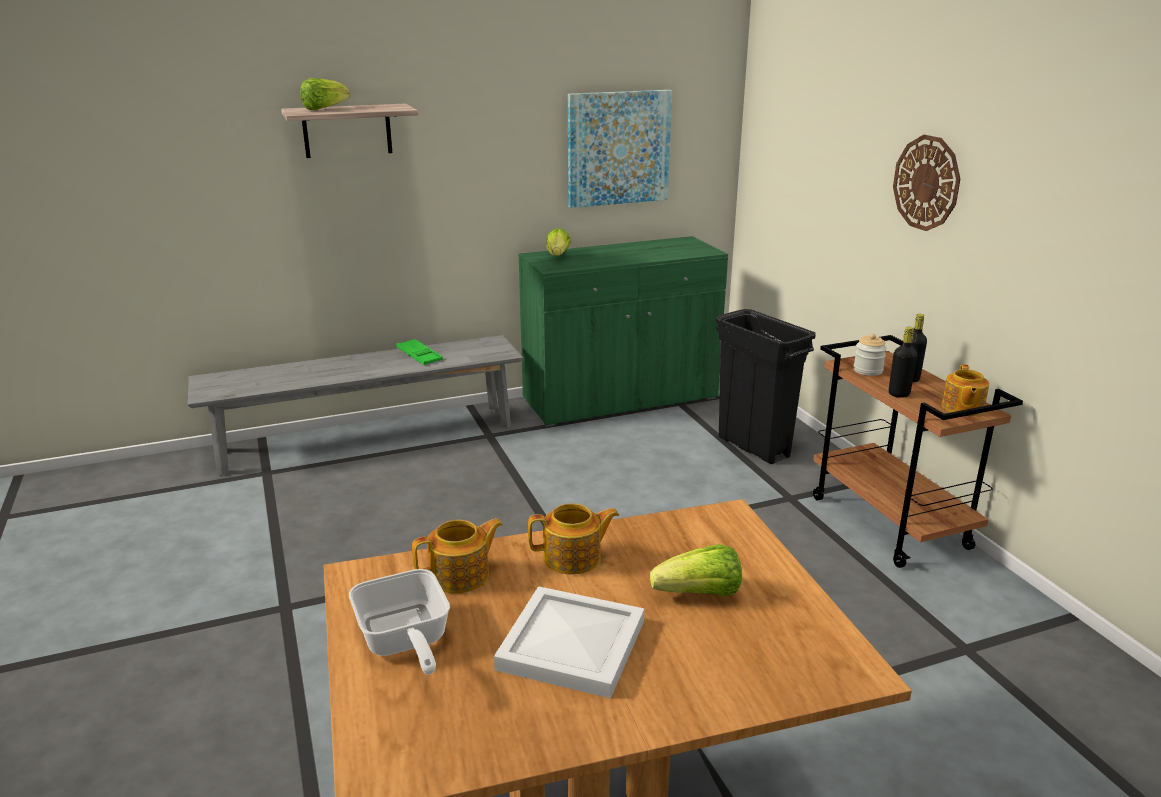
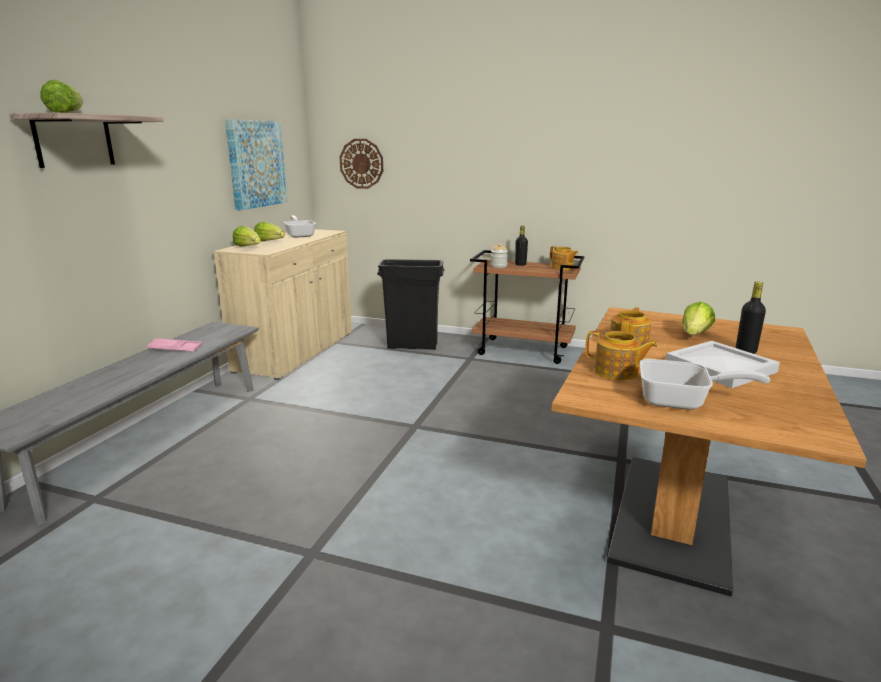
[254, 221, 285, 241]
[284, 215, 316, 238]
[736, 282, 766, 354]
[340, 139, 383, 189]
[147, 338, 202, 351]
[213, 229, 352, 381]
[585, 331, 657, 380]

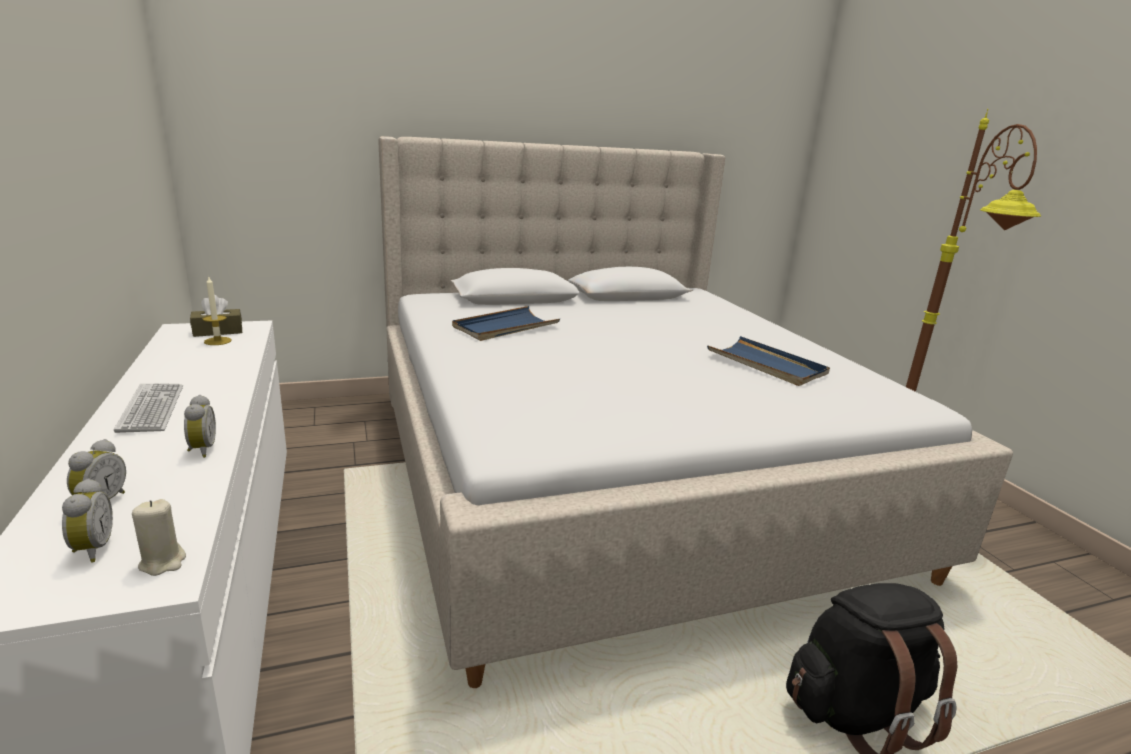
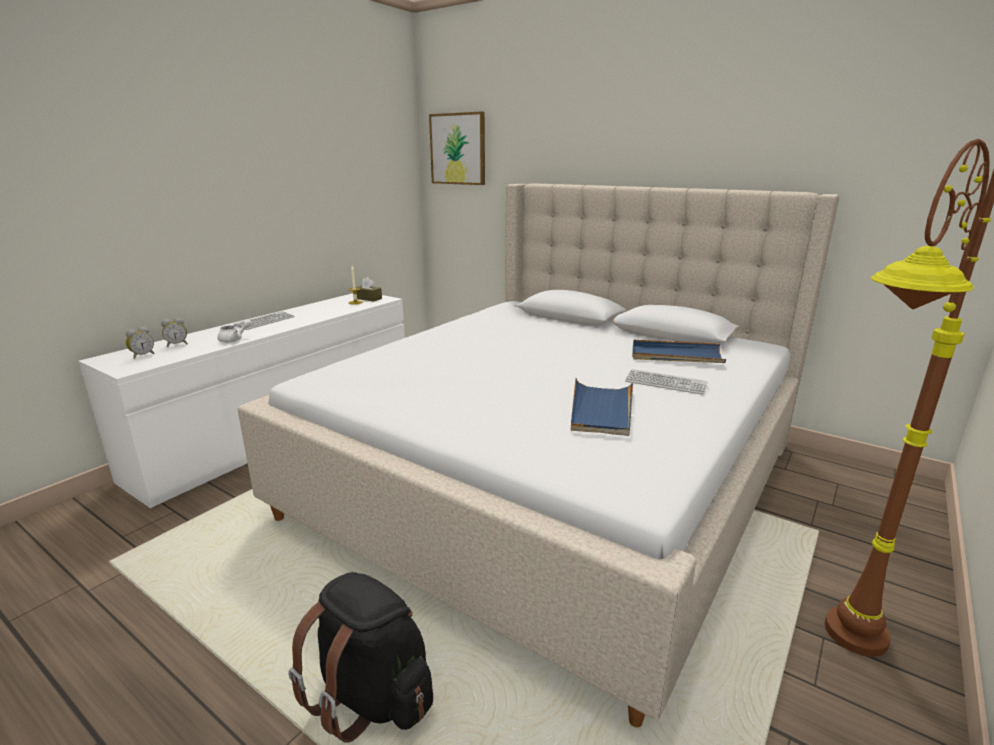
[132, 499, 186, 576] (first image)
[429, 111, 485, 185]
[625, 369, 708, 395]
[632, 340, 726, 363]
[217, 320, 252, 342]

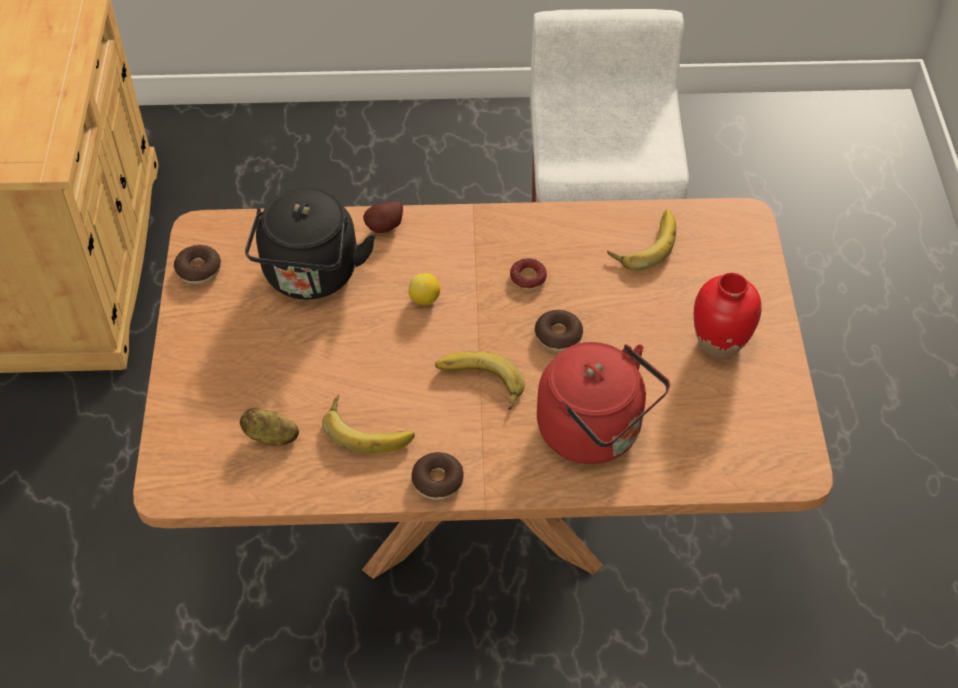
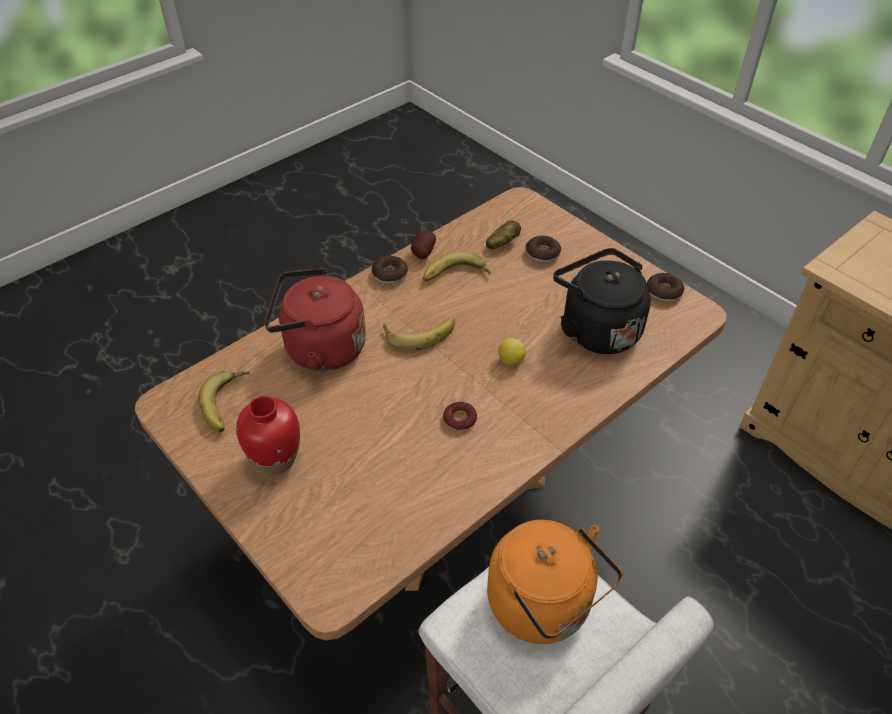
[487, 520, 623, 644]
[411, 231, 436, 259]
[526, 236, 561, 263]
[198, 371, 249, 432]

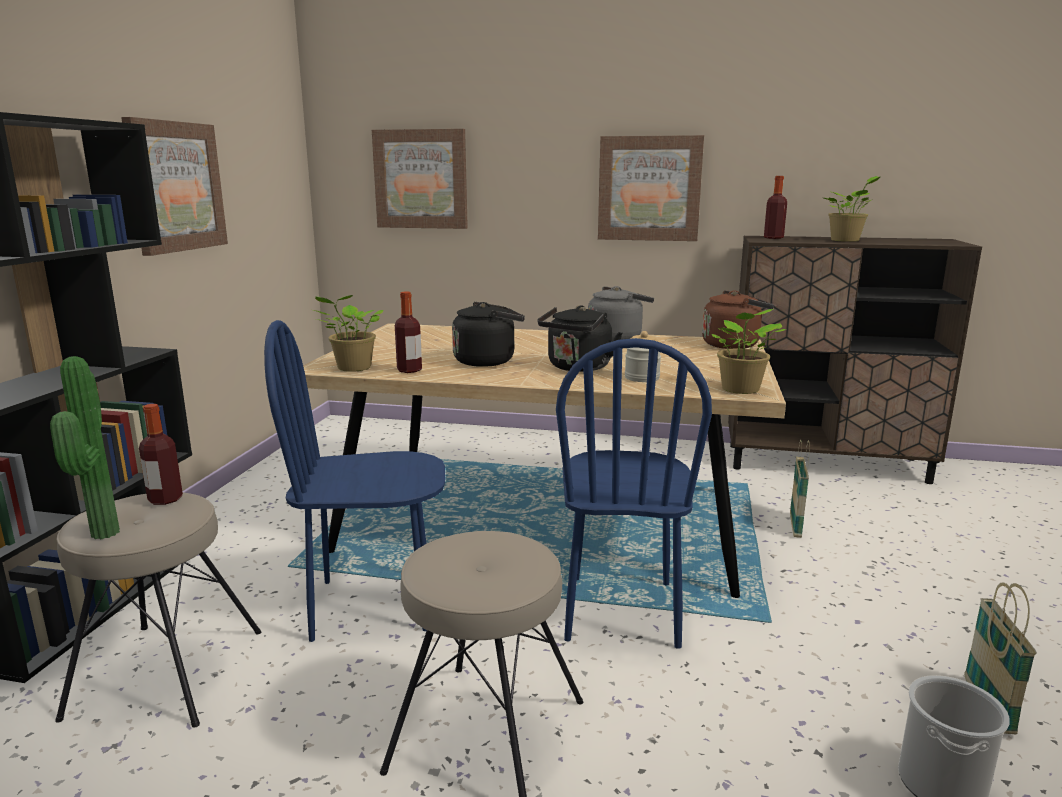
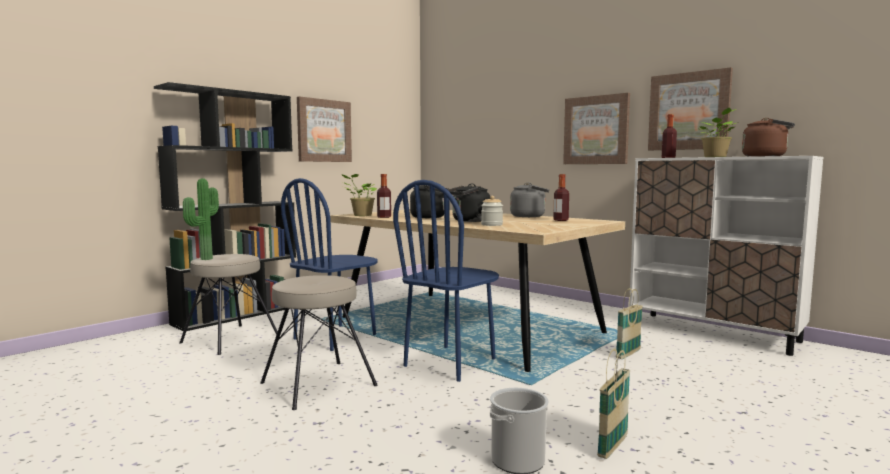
[711, 309, 787, 394] (first image)
[553, 174, 569, 221]
[648, 67, 733, 150]
[742, 118, 795, 157]
[629, 156, 823, 356]
[281, 178, 378, 351]

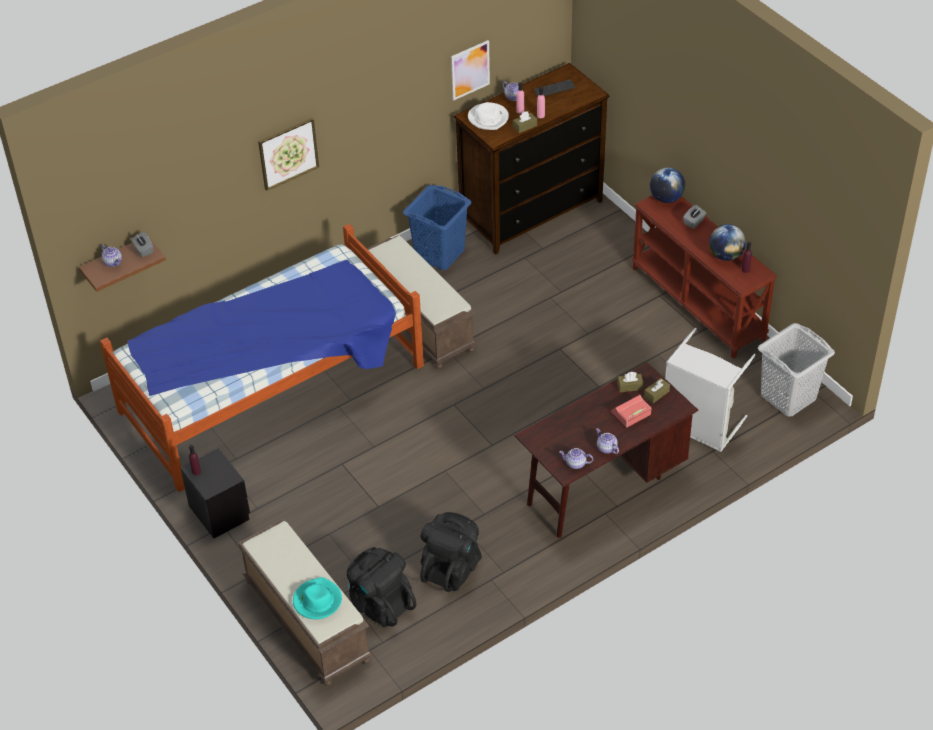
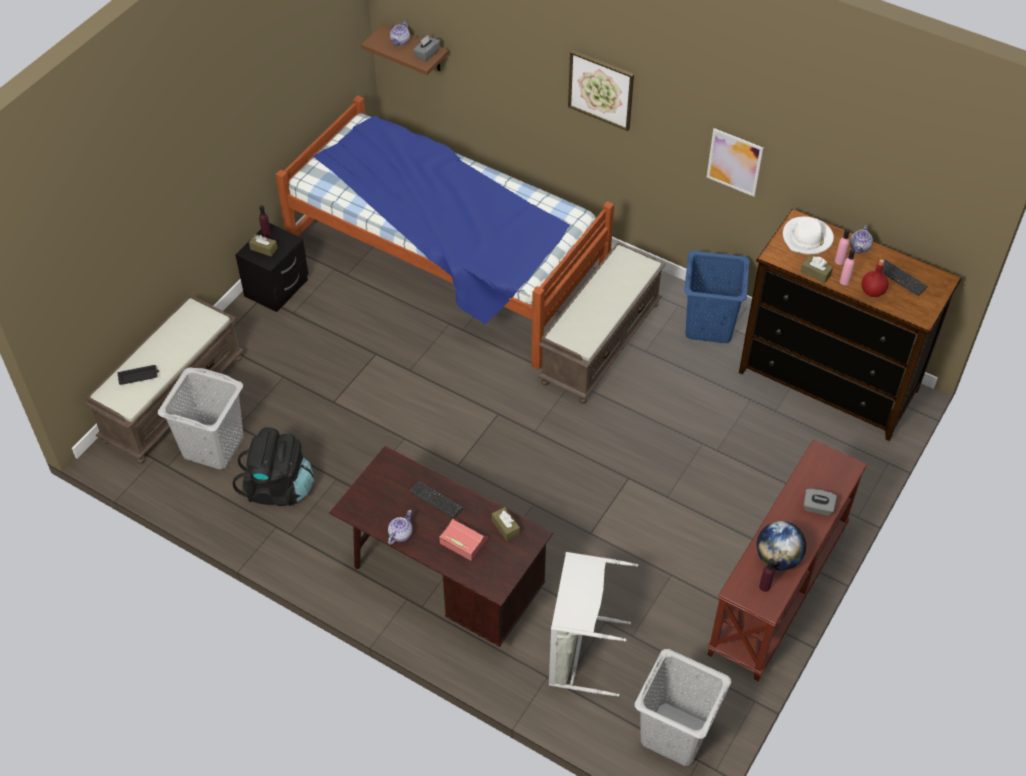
[559, 448, 593, 469] (first image)
[650, 168, 685, 203] (first image)
[409, 481, 463, 518]
[862, 259, 889, 297]
[707, 128, 764, 197]
[249, 234, 277, 256]
[118, 365, 159, 385]
[158, 367, 244, 469]

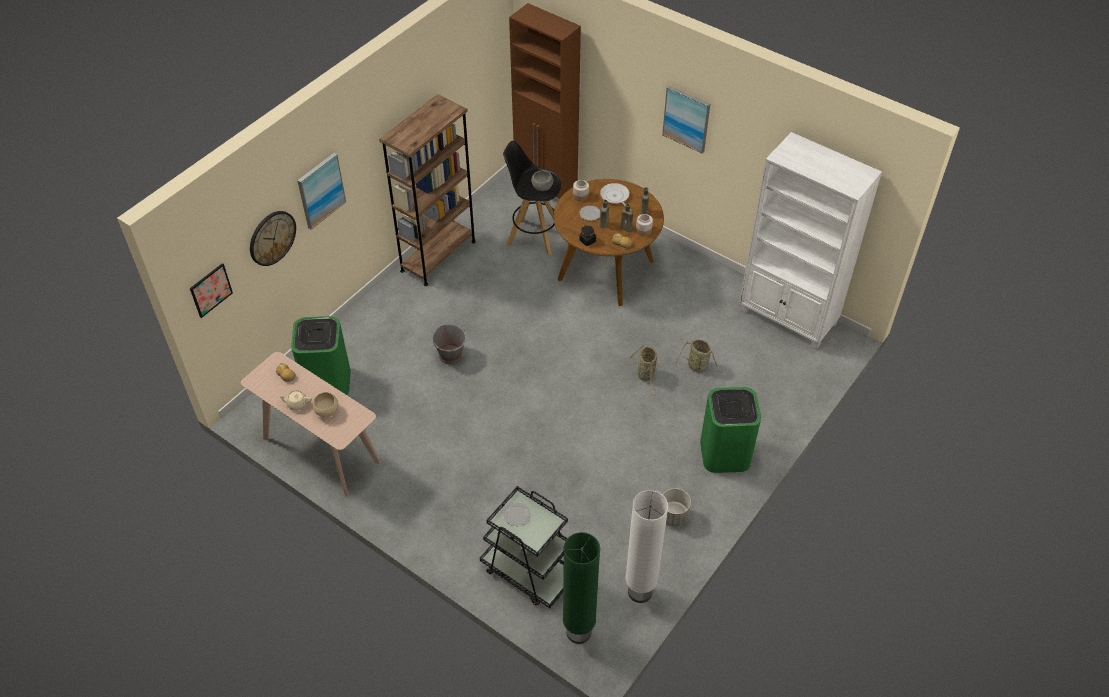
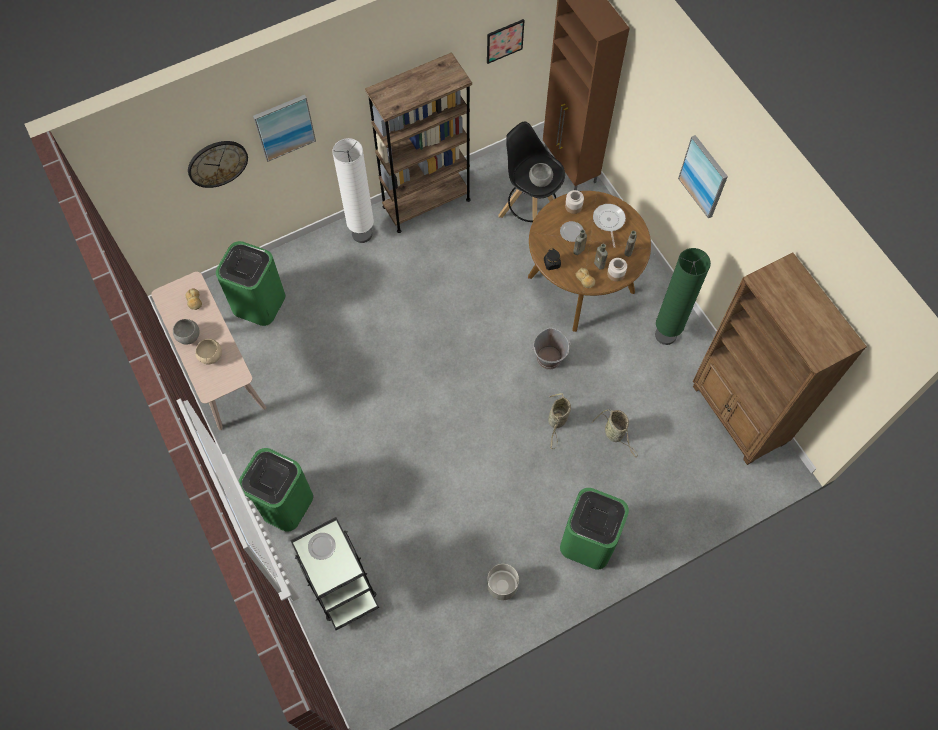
[238, 448, 313, 532]
[487, 19, 525, 64]
[532, 328, 571, 370]
[655, 248, 711, 345]
[332, 138, 374, 243]
[173, 319, 200, 345]
[693, 253, 867, 465]

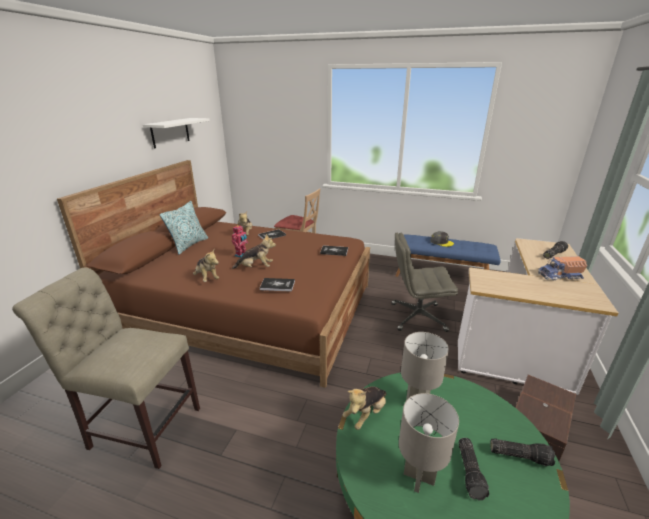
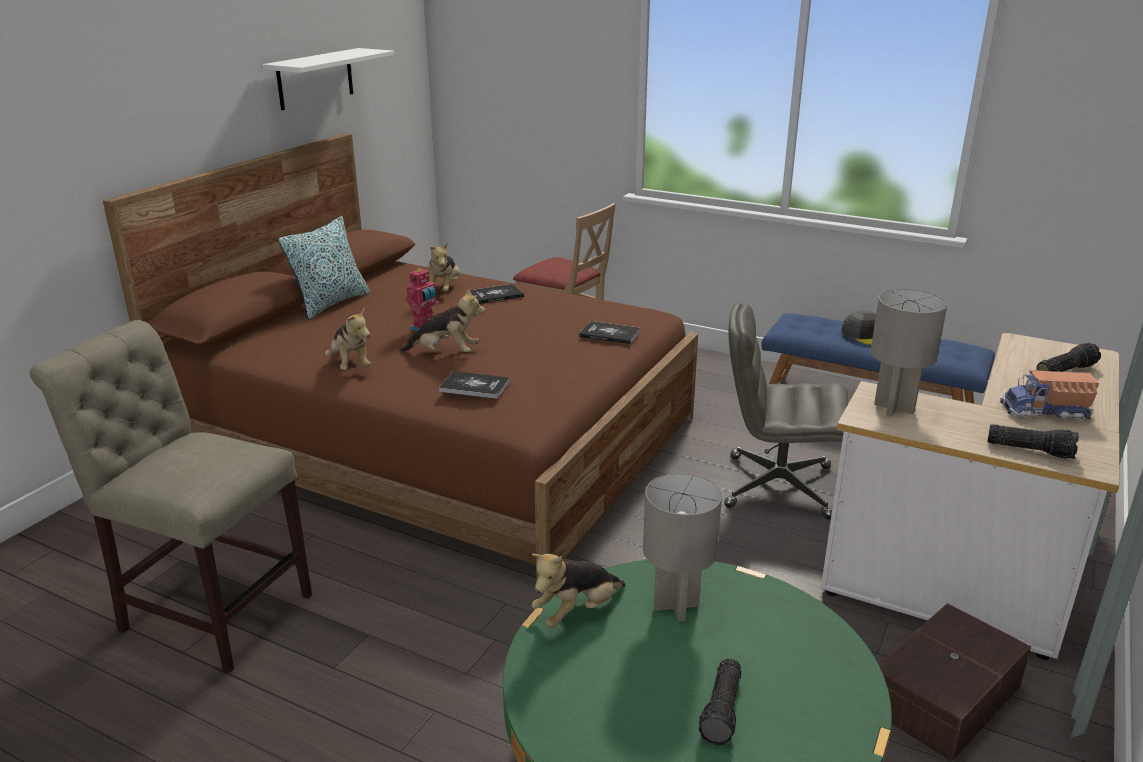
[871, 289, 947, 417]
[987, 425, 1079, 459]

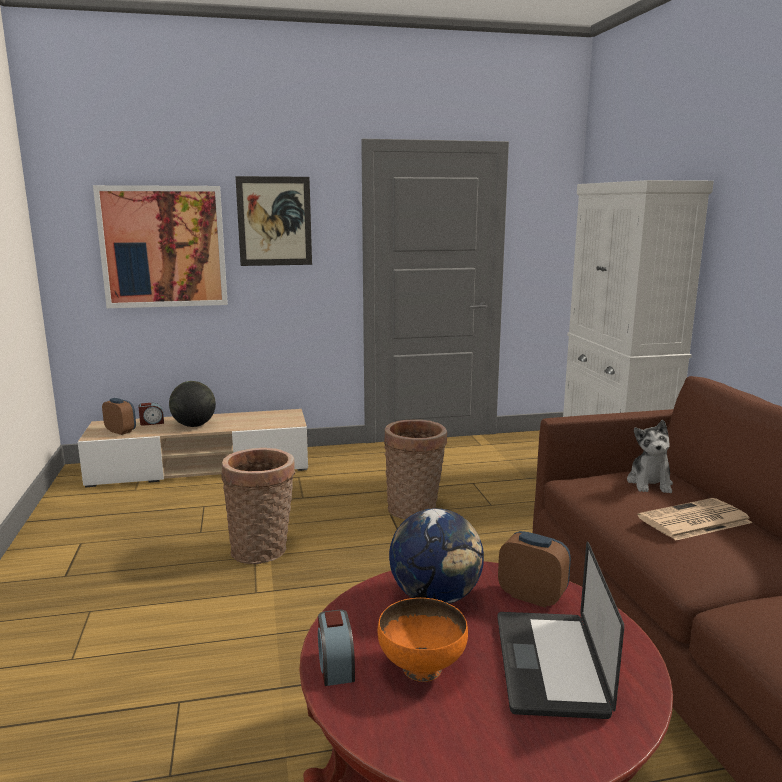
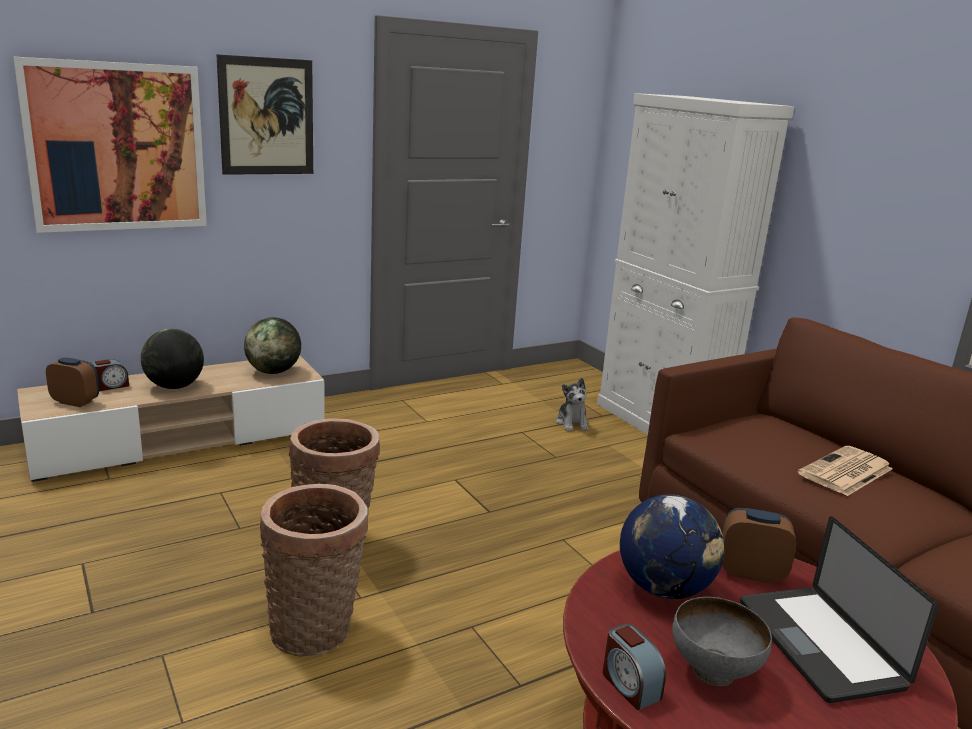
[244, 318, 301, 374]
[260, 484, 368, 657]
[556, 378, 589, 431]
[672, 597, 772, 686]

